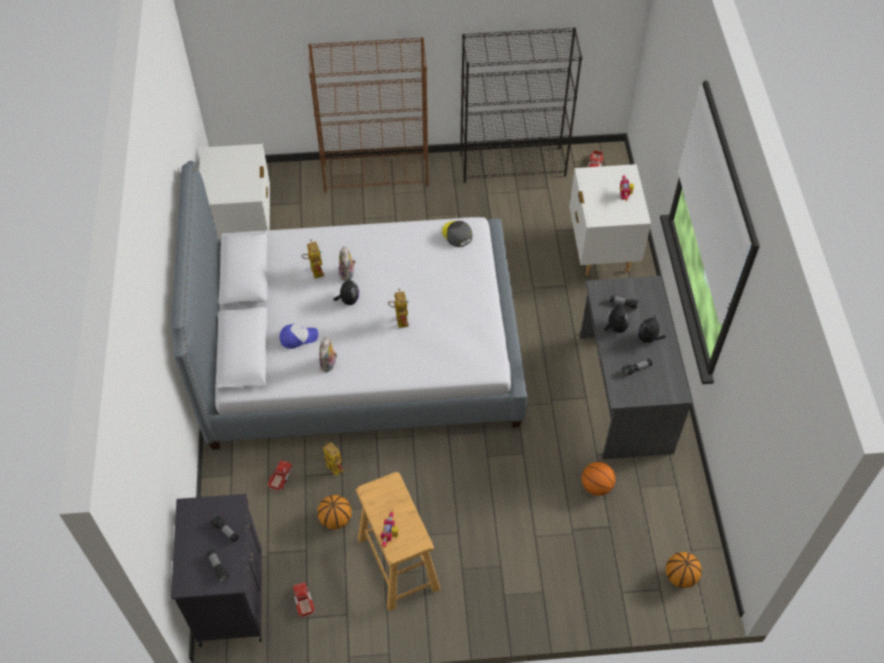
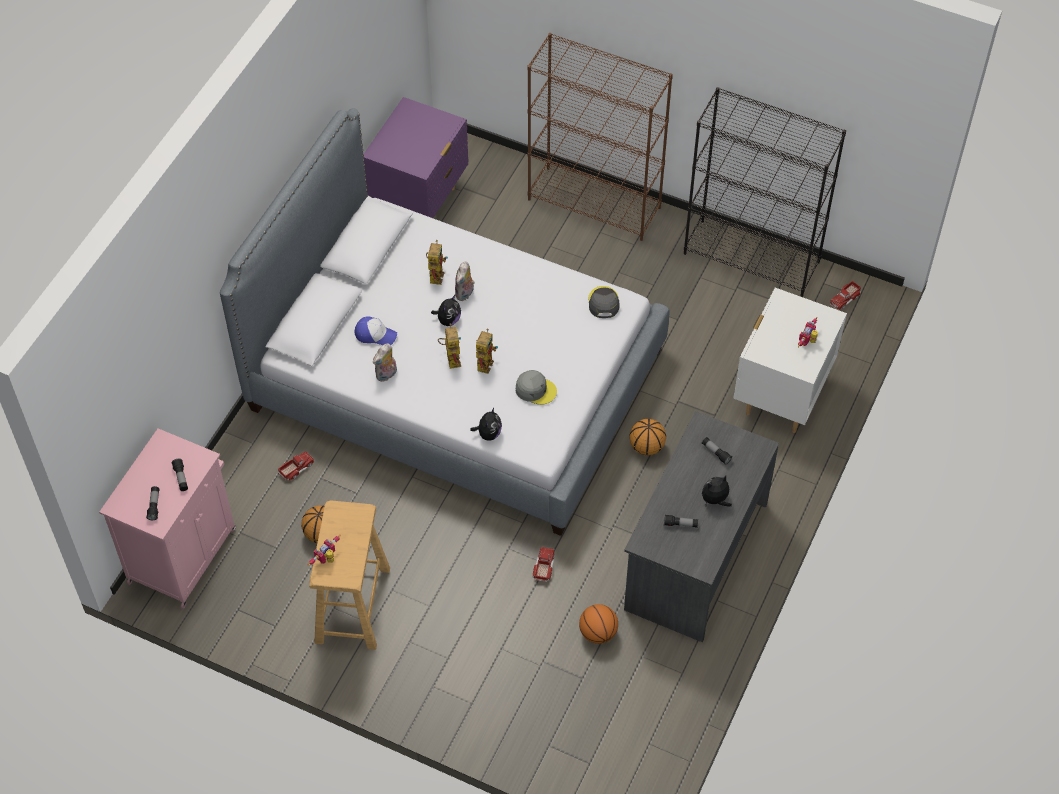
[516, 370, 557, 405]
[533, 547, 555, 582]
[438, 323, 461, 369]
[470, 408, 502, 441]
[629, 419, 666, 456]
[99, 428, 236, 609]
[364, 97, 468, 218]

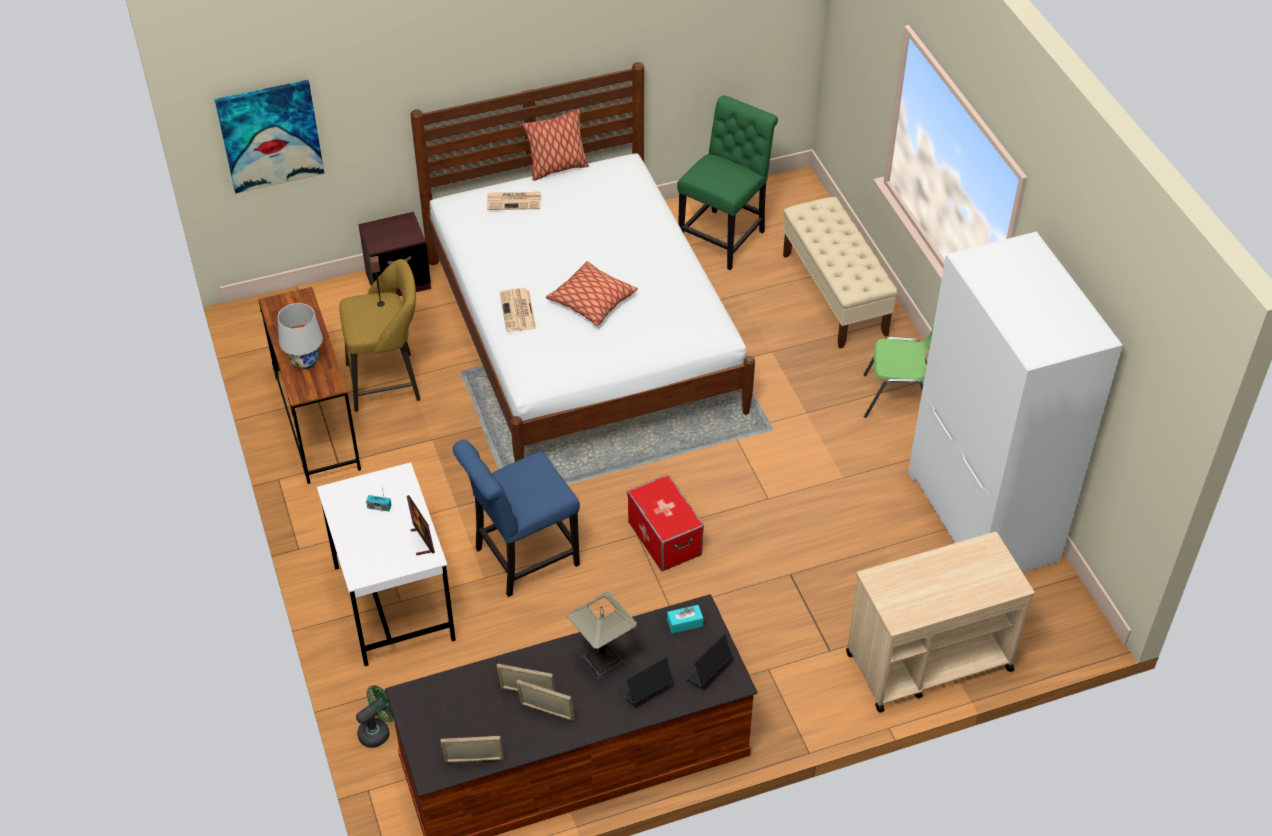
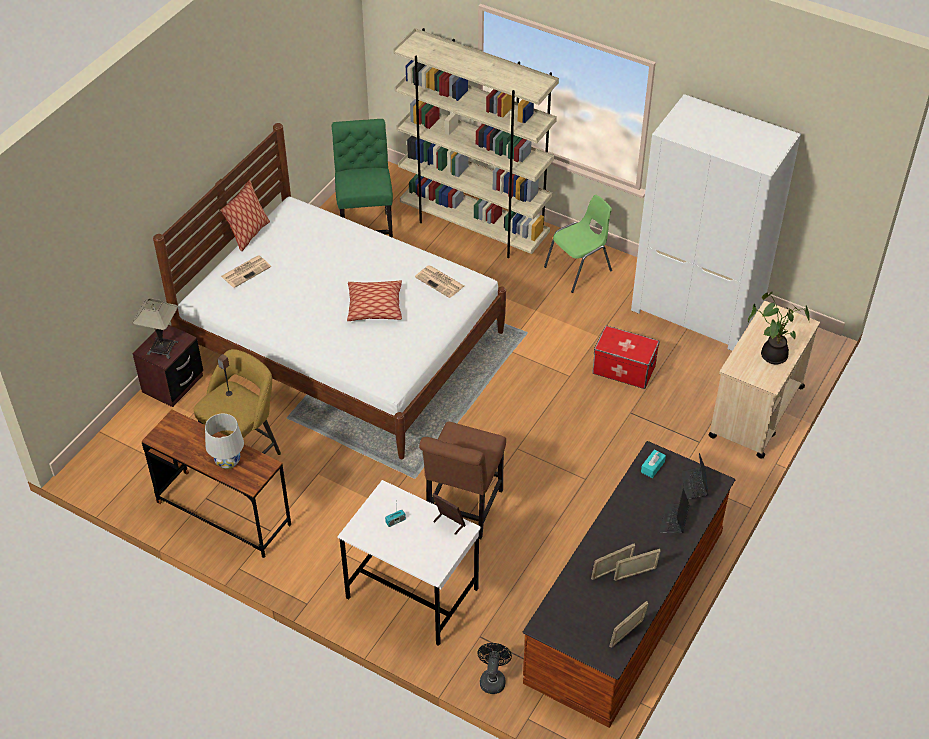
[215, 80, 325, 193] (first image)
[748, 292, 810, 365]
[415, 265, 464, 298]
[132, 298, 179, 359]
[592, 325, 660, 389]
[393, 28, 559, 258]
[477, 643, 512, 694]
[419, 422, 506, 539]

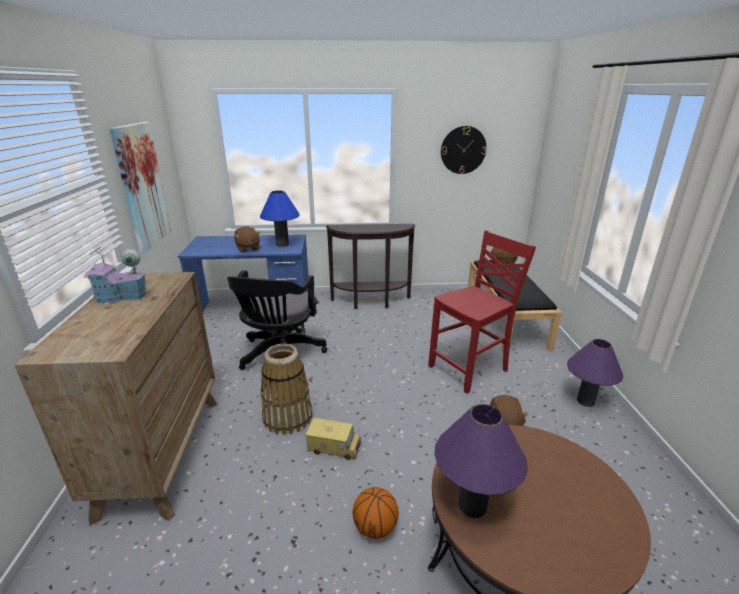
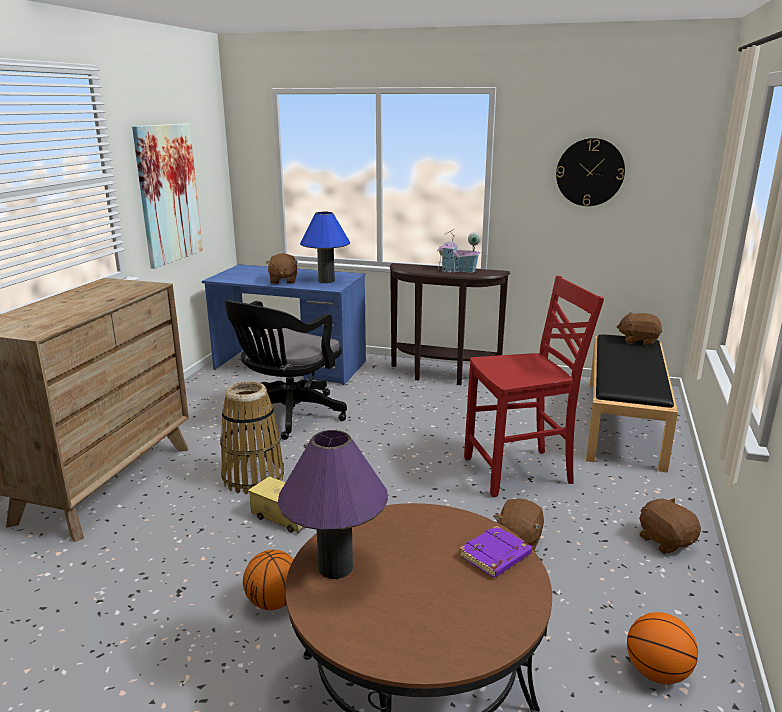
[459, 526, 532, 578]
[627, 612, 698, 684]
[437, 229, 481, 273]
[639, 498, 701, 553]

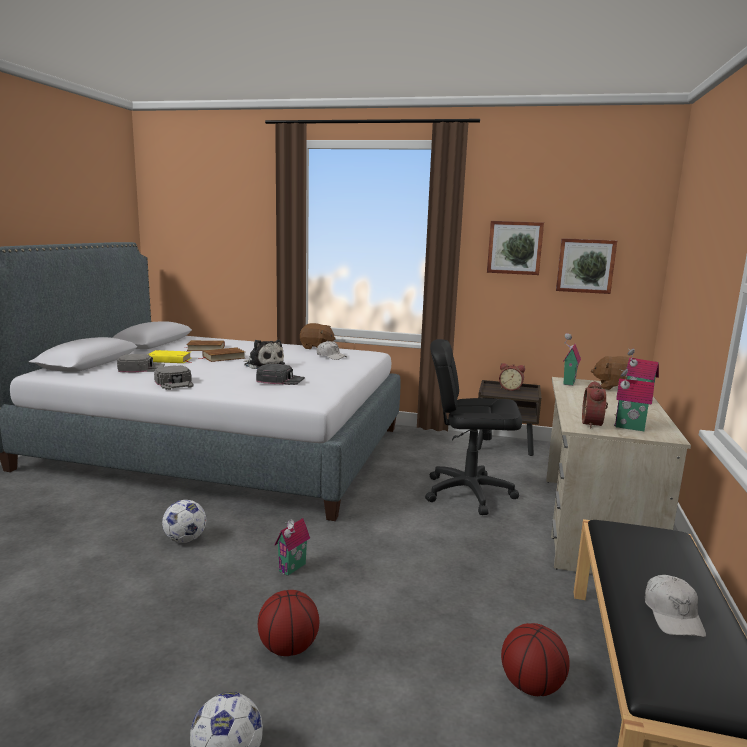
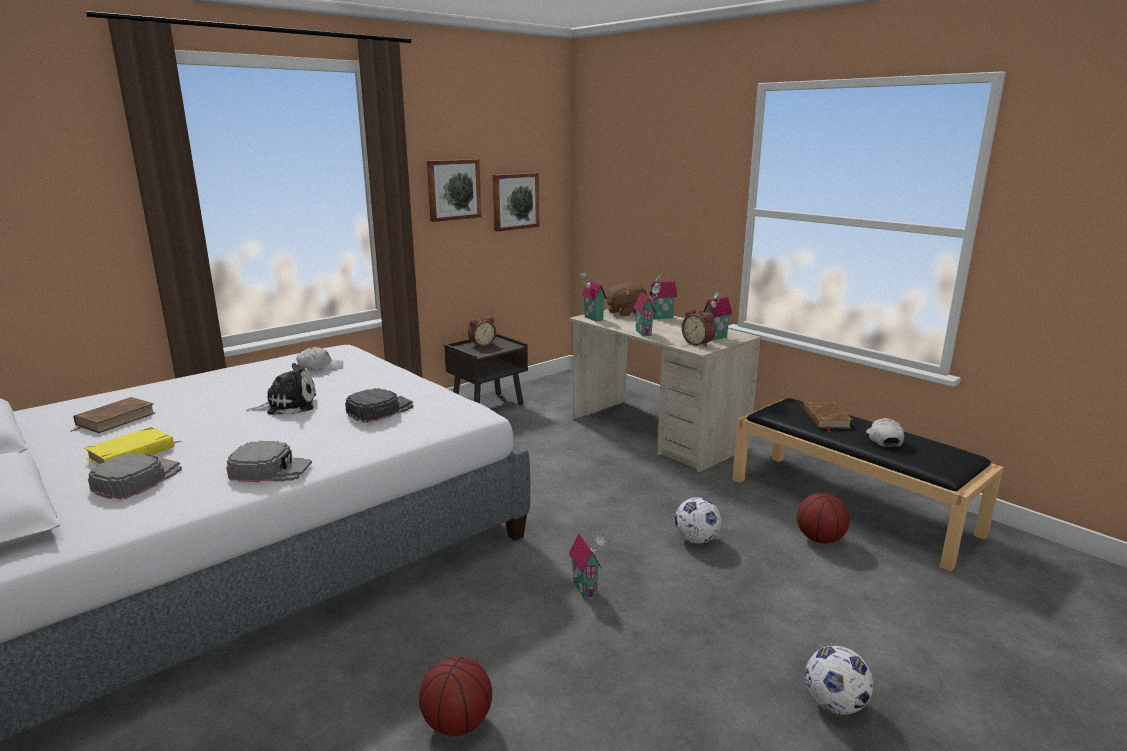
[300, 323, 336, 349] (first image)
[425, 339, 522, 515] (first image)
[633, 286, 660, 336]
[675, 497, 721, 544]
[803, 401, 852, 432]
[419, 656, 492, 736]
[866, 418, 904, 447]

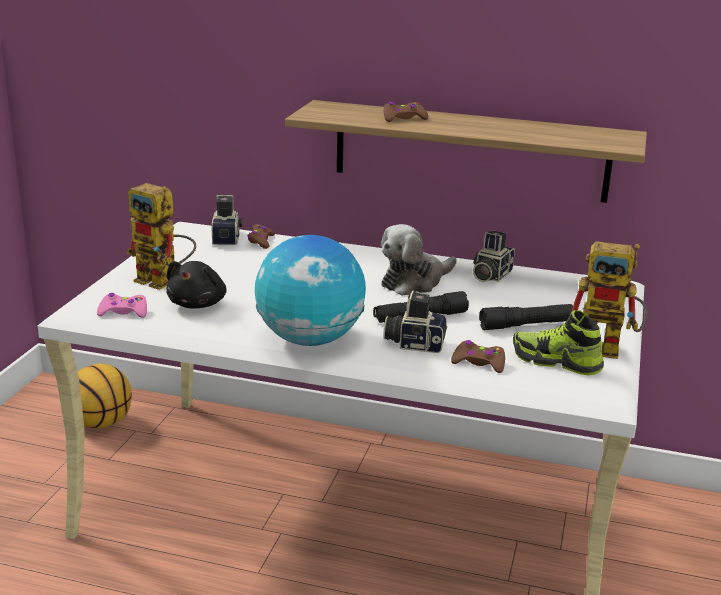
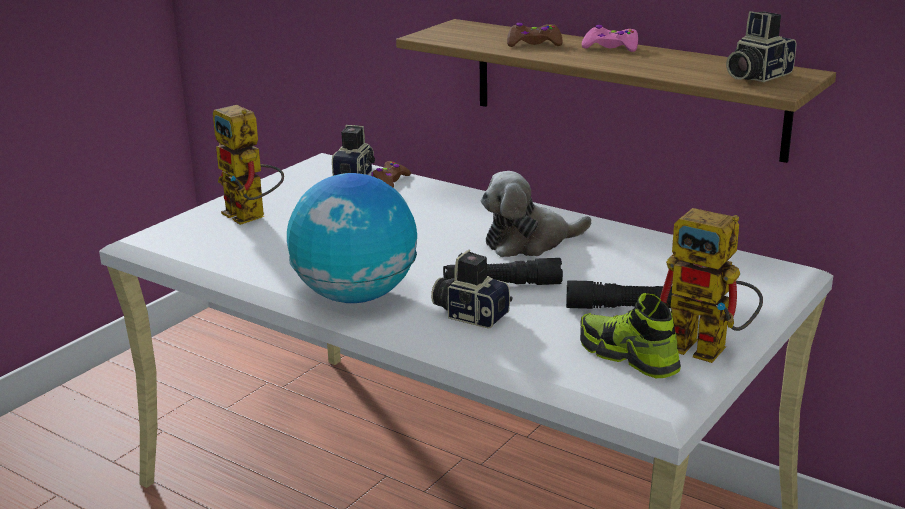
[78, 364, 132, 429] (first image)
[167, 261, 227, 309] (first image)
[451, 340, 505, 373] (first image)
[582, 25, 638, 52]
[726, 11, 796, 82]

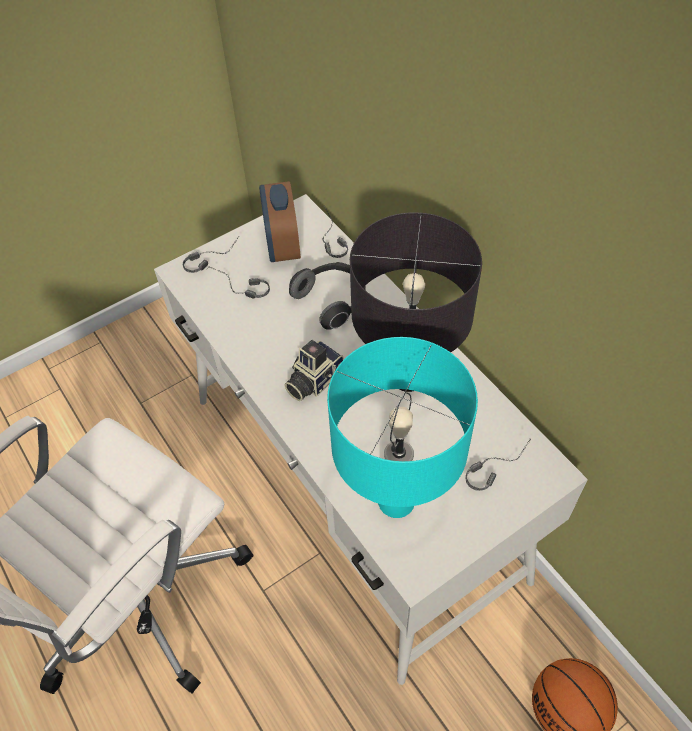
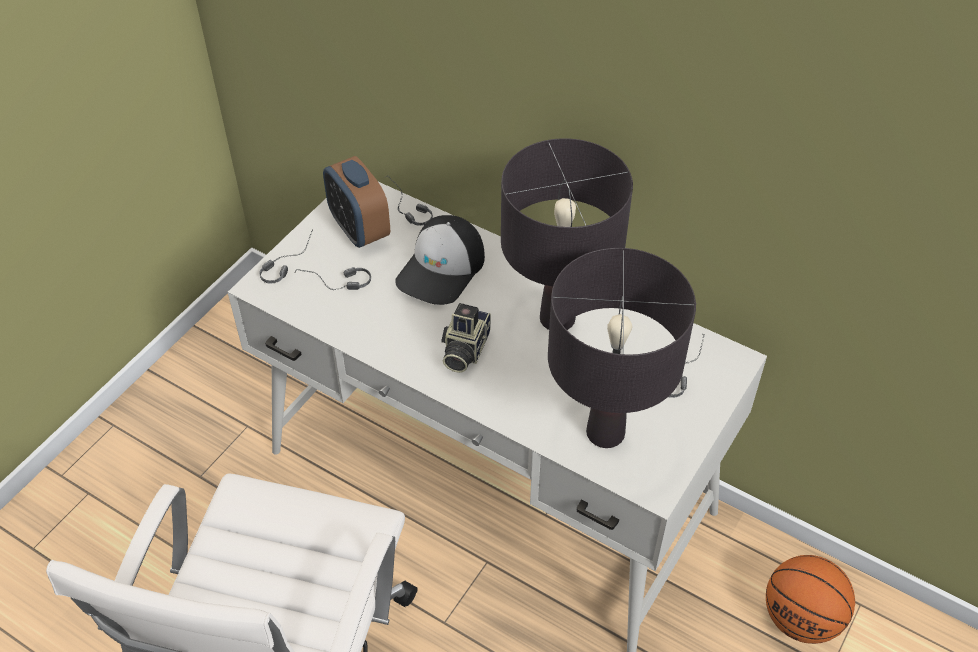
[395, 215, 485, 305]
[548, 248, 696, 448]

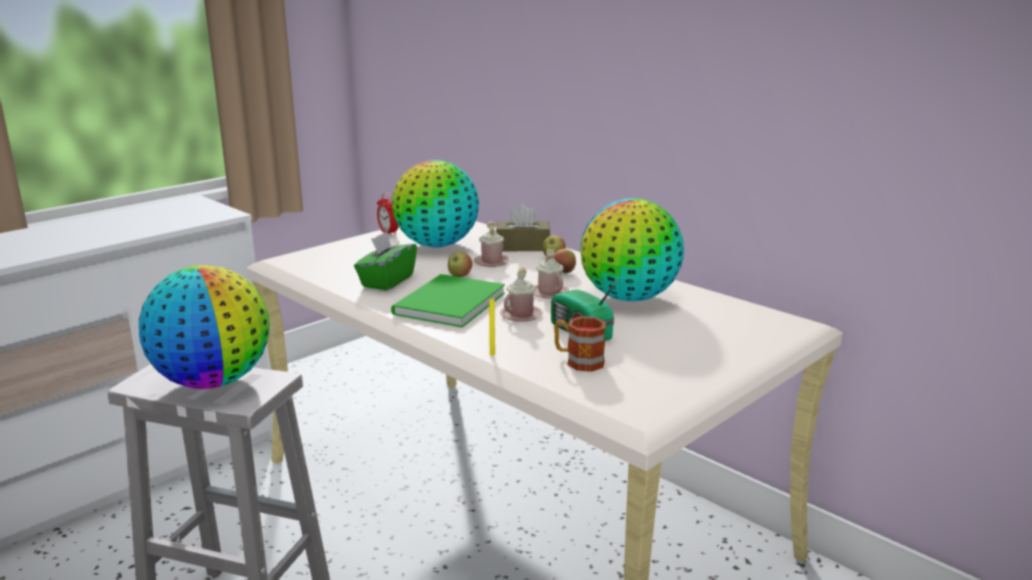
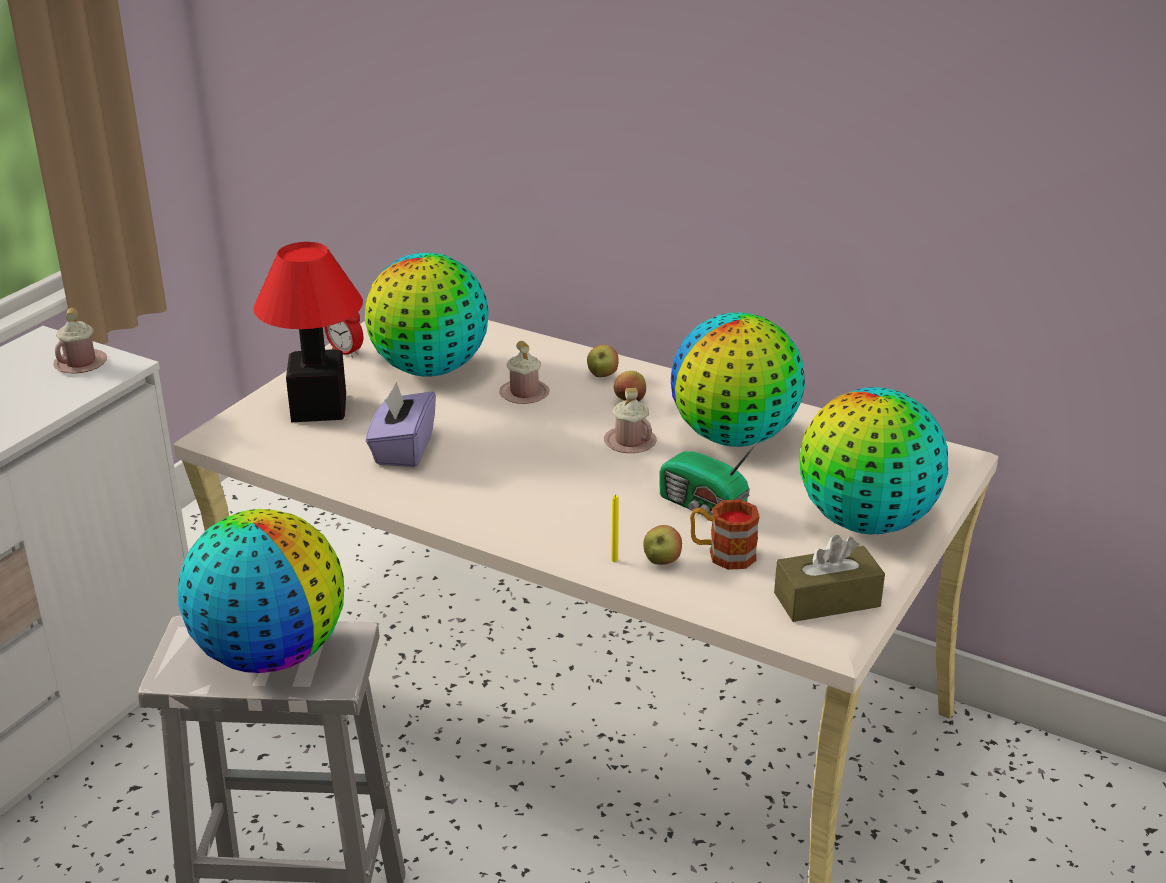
[391, 274, 505, 327] (first image)
[253, 242, 363, 422]
[799, 387, 948, 534]
[643, 525, 682, 565]
[774, 535, 885, 622]
[53, 308, 107, 373]
[366, 382, 436, 467]

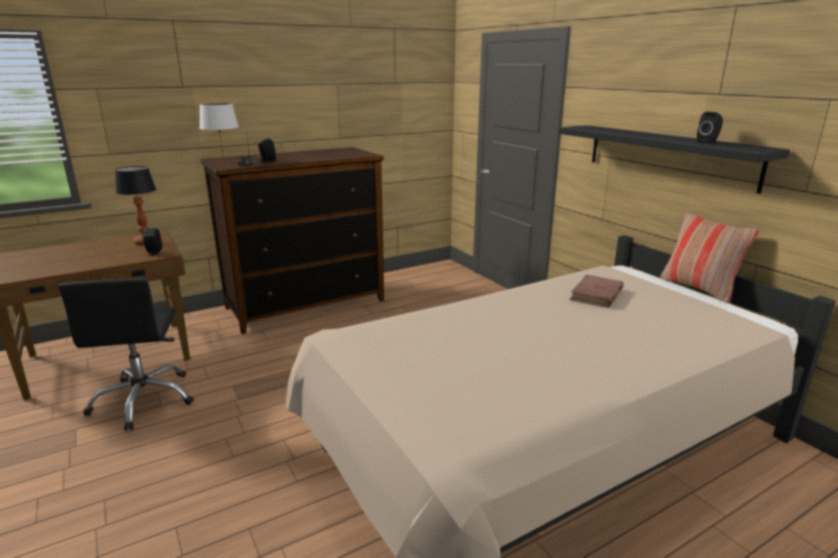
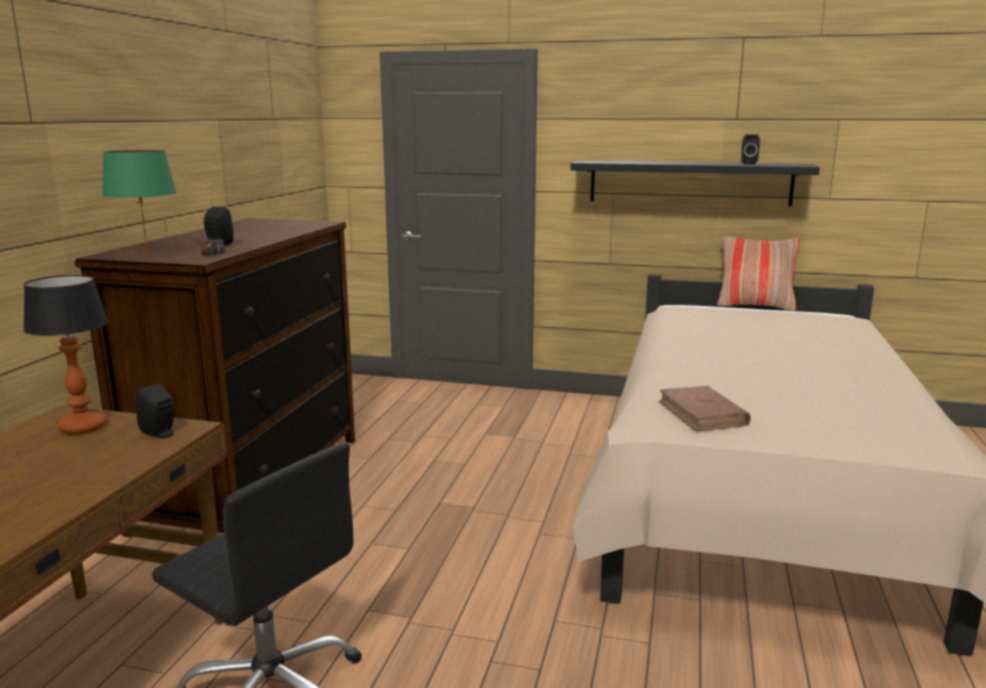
[659, 386, 751, 431]
[102, 150, 177, 256]

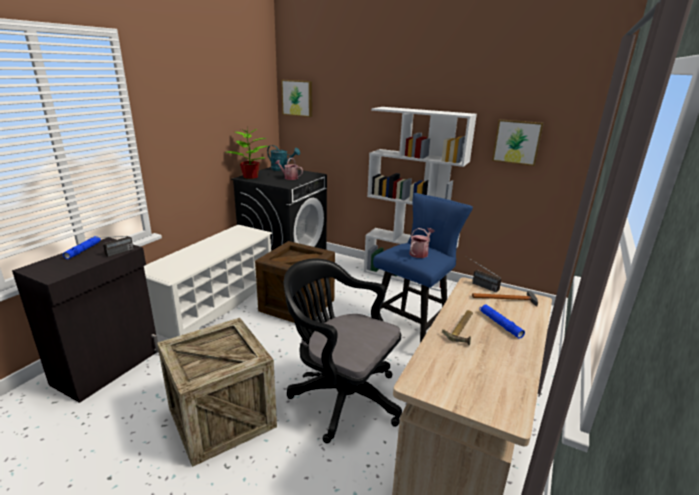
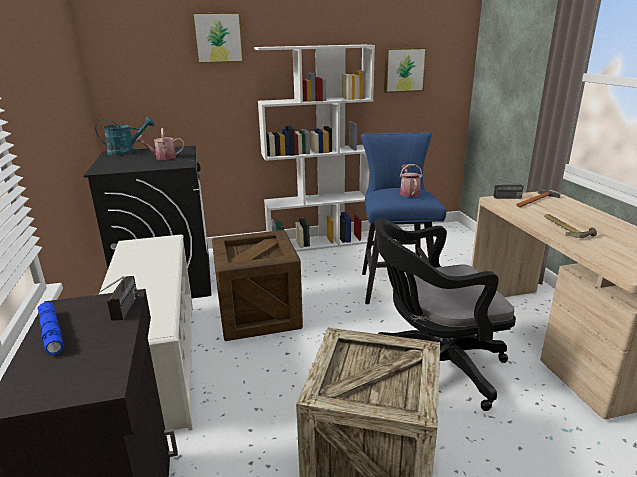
[227, 125, 269, 179] (first image)
[479, 304, 525, 339] (first image)
[192, 12, 244, 64]

